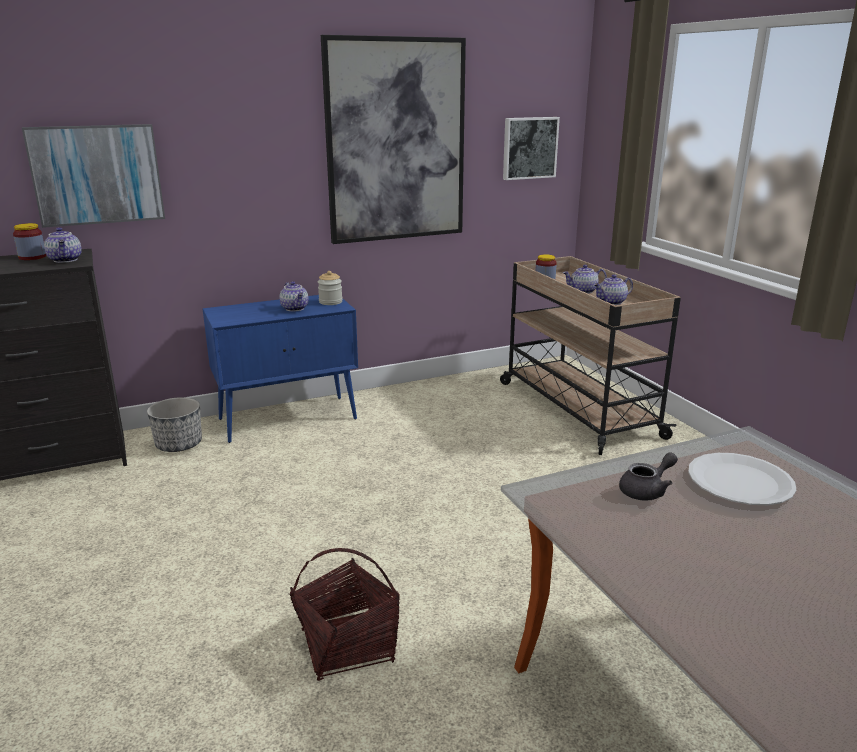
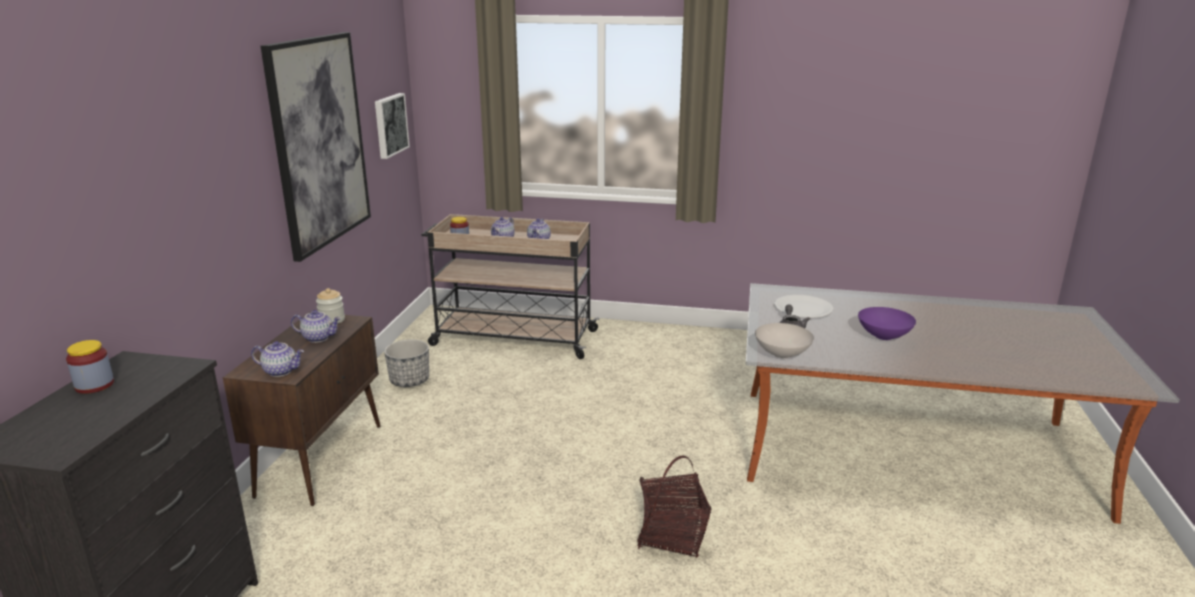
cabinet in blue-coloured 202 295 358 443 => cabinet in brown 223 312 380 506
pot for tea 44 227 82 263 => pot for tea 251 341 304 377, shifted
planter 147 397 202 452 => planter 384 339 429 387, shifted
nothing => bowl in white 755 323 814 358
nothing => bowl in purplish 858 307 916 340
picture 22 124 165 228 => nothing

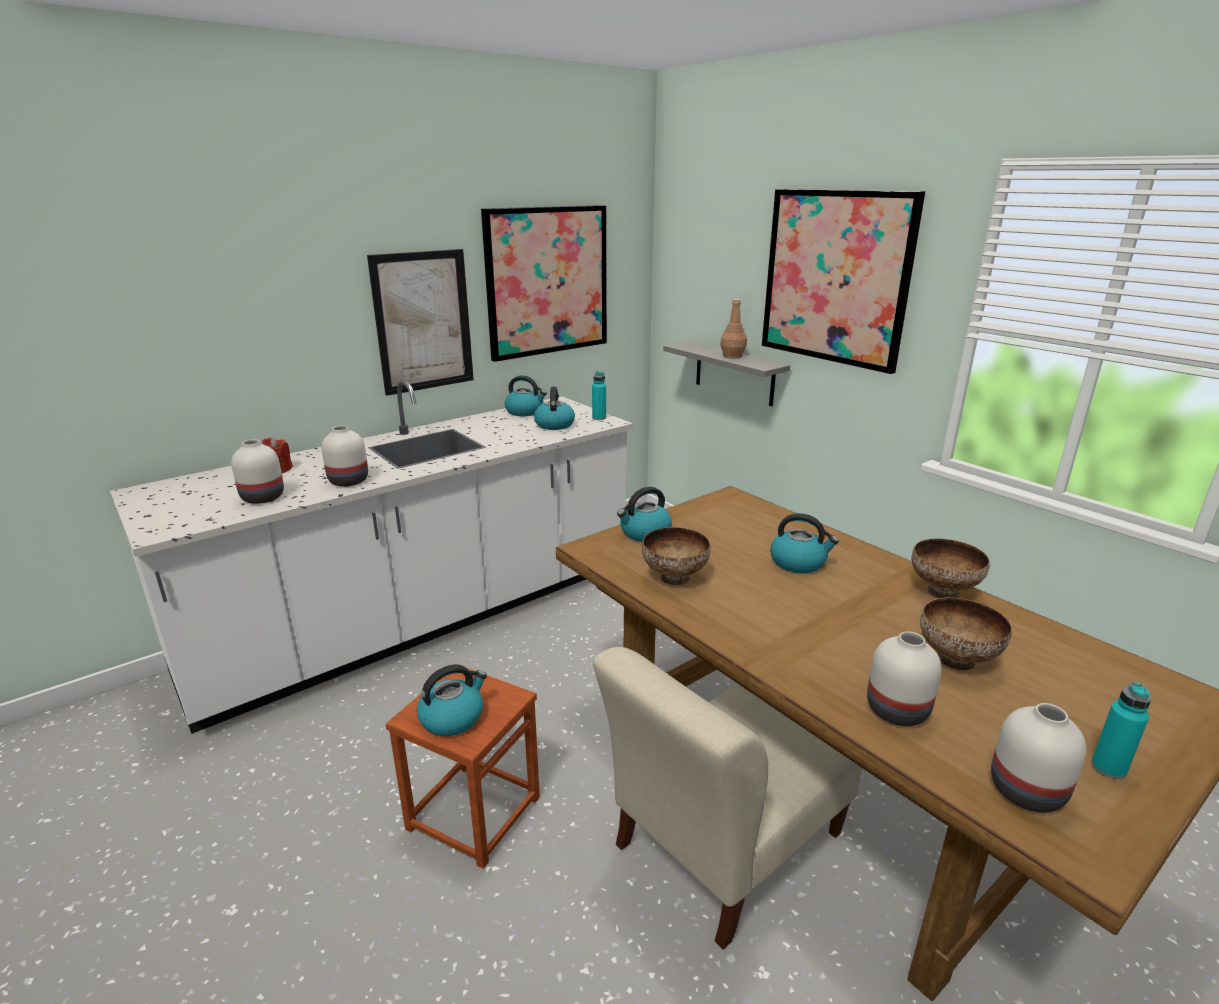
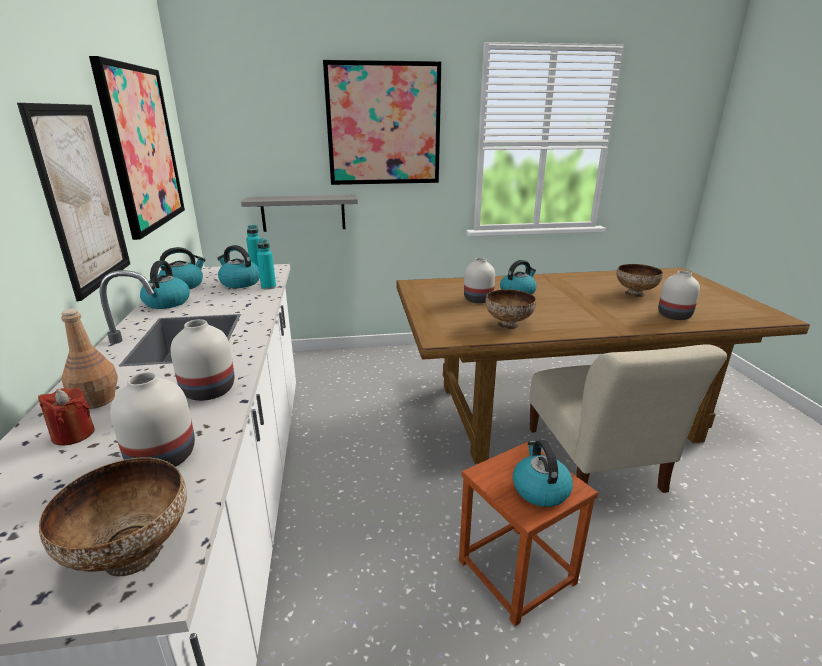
bowl 912 539 990 598 => bowl 39 457 187 577, shifted
bottle in brown 720 299 747 358 => bottle in brown 61 309 118 409, shifted
tea kettle 617 487 672 542 => tea kettle 140 261 190 309, shifted
bottle in turquoise-coloured 1091 682 1151 779 => bottle in turquoise-coloured 257 238 276 290, shifted
decorative vase in white 991 703 1086 813 => decorative vase in white 464 258 495 303, shifted

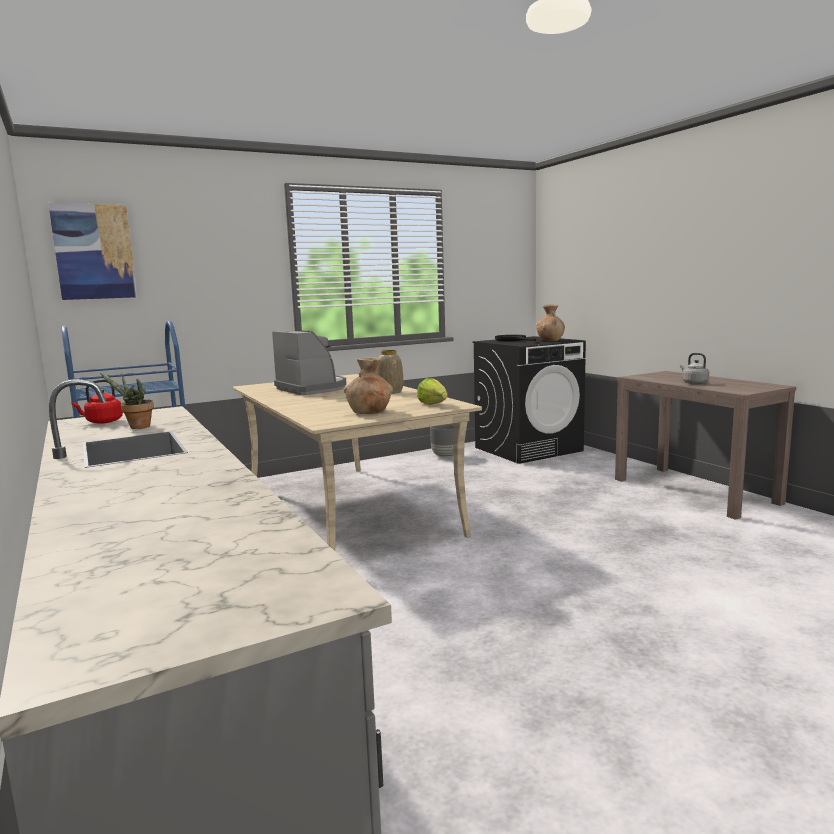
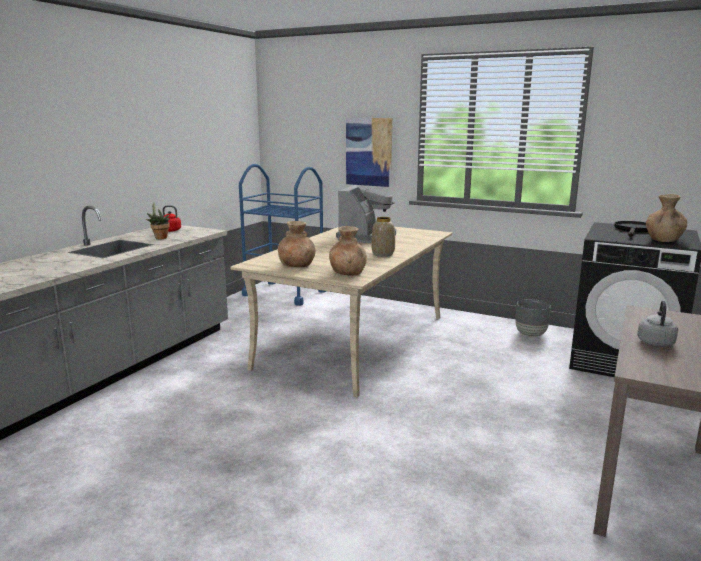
lettuce head 417 378 448 405 => decorative vase in brown 329 226 367 276
picture 48 203 137 300 => picture 346 118 392 187, shifted

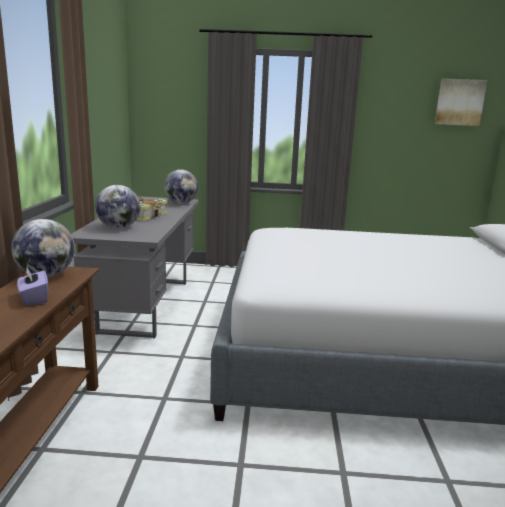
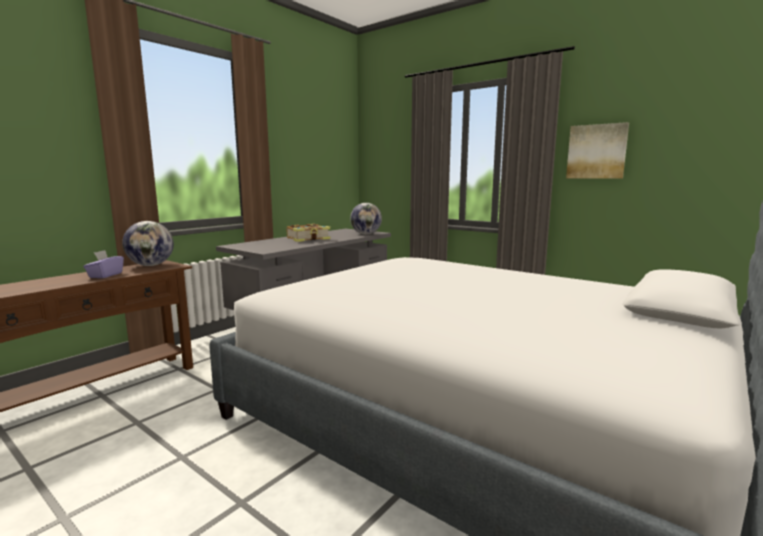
picture 435 78 488 126 => picture 566 122 629 179, shifted
globe 95 185 140 228 => nothing

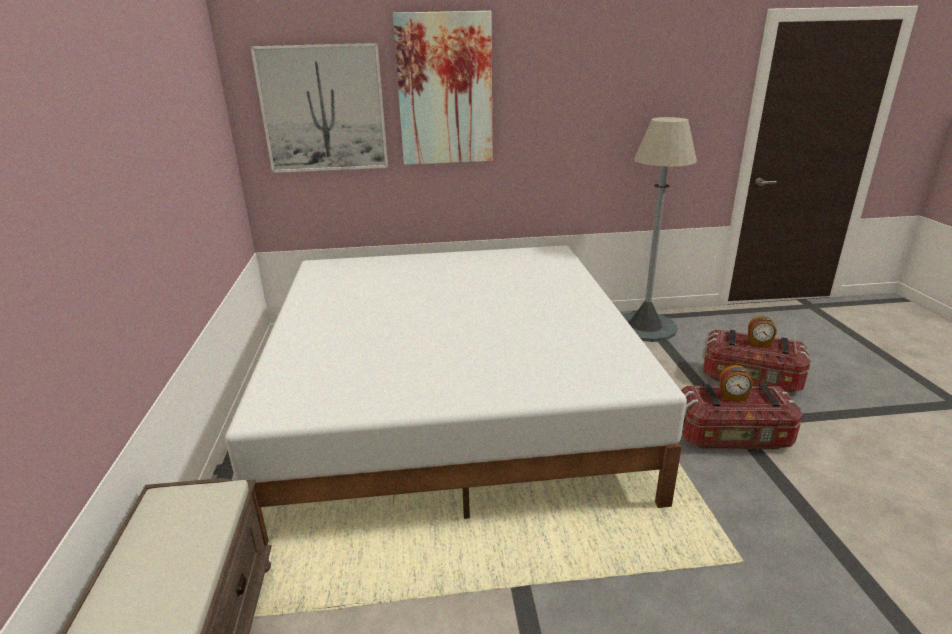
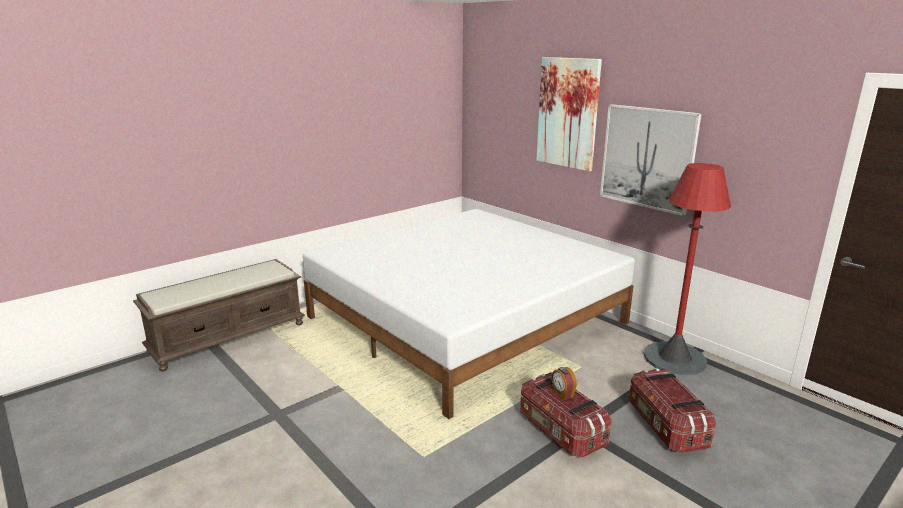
picture 250 43 388 173 => picture 600 104 702 216, shifted
standard lamp in greyish 623 117 697 342 => standard lamp in red-coloured 644 163 731 375
bedside clock 748 316 777 347 => nothing

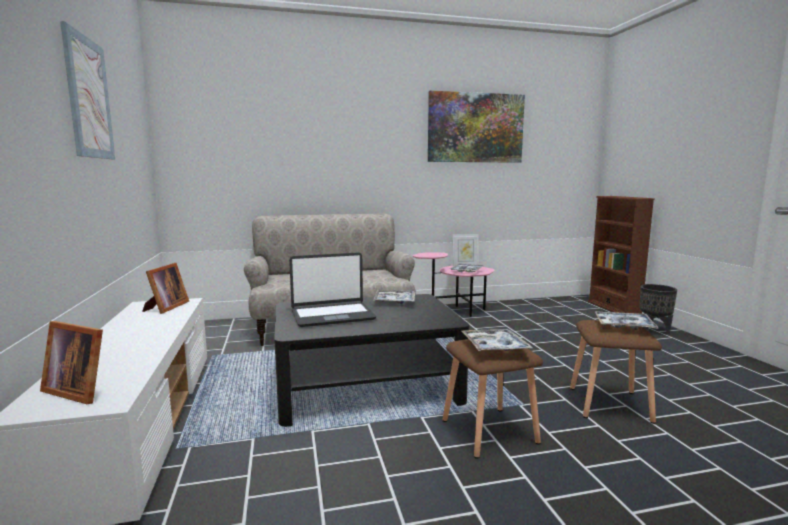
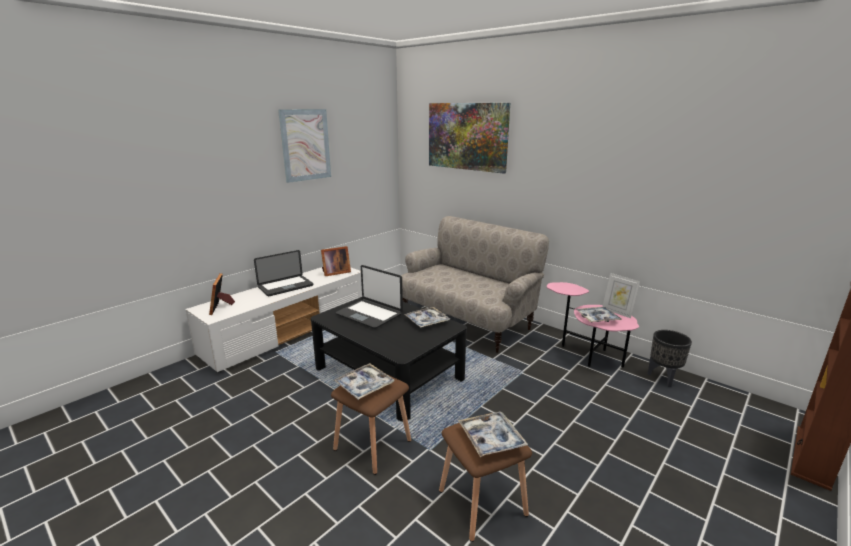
nothing => notebook computer 254 250 313 296
picture 428 91 525 163 => picture 429 103 510 174, shifted
planter in black 640 284 677 334 => planter in black 648 330 692 387, shifted

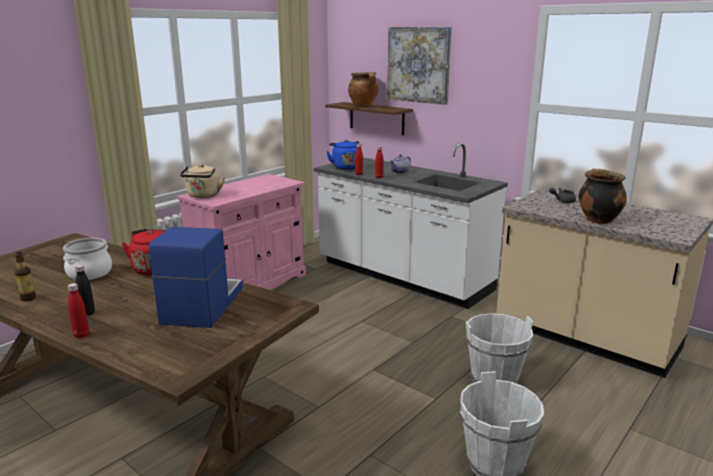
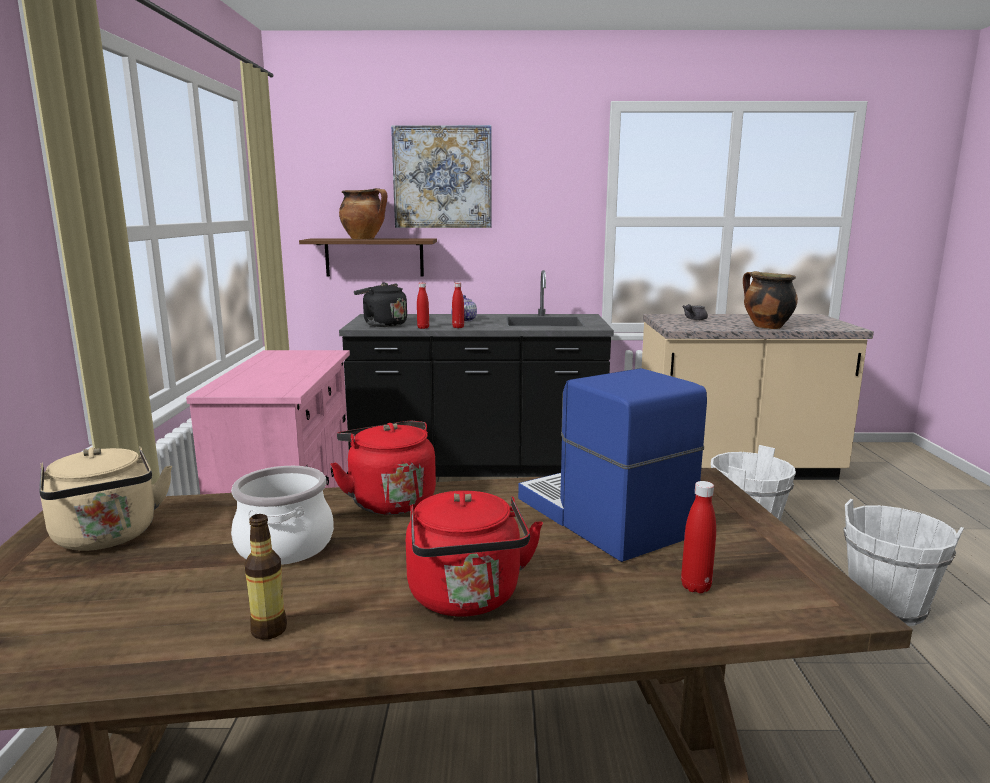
tea kettle in sand-coloured 180 164 225 198 => tea kettle in sand-coloured 39 446 172 551, shifted
kitchen counter in white 314 143 508 309 => kitchen counter in black 339 270 614 477
tea kettle in blue-coloured 326 140 359 170 => tea kettle in black 354 282 407 327
bottle in black 75 265 95 316 => tea kettle in red-coloured 406 490 543 617
bottle in red-coloured 68 283 89 338 => bottle in red-coloured 681 481 716 593, shifted

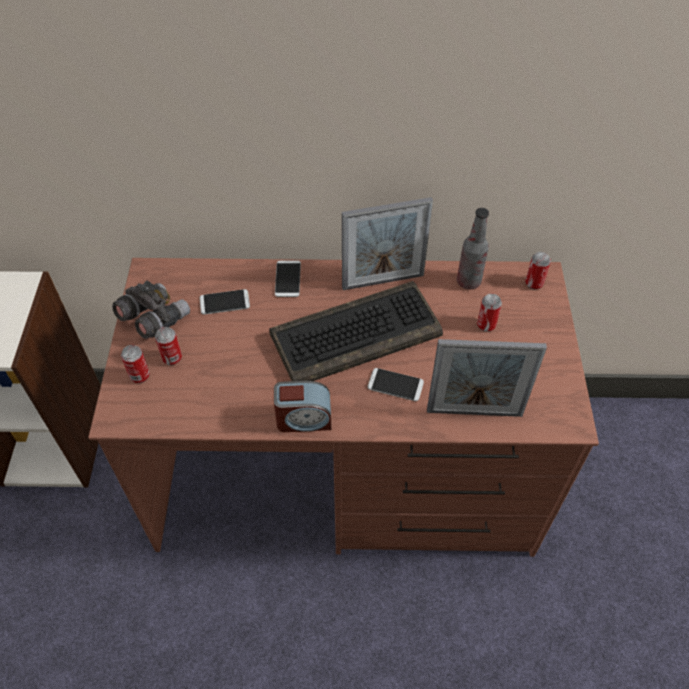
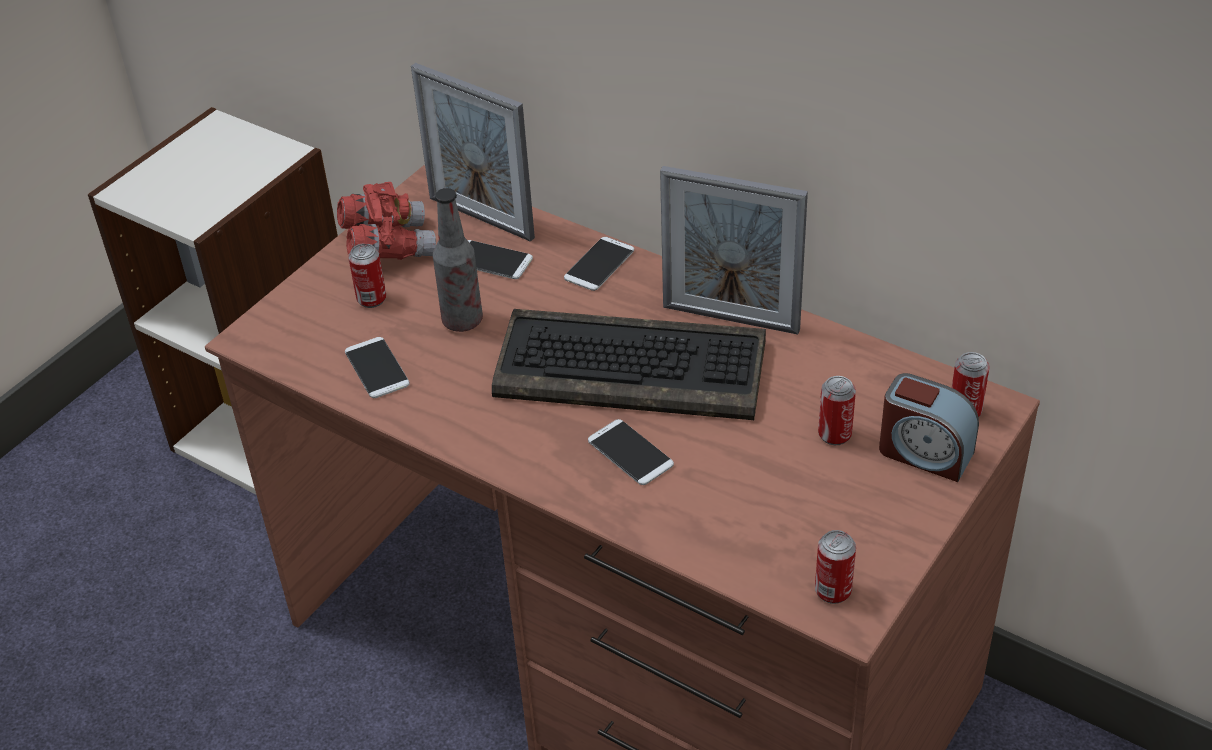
field glasses in greyish 112 280 190 339 => field glasses in red-coloured 337 182 436 260
nothing => telephone 345 337 409 398
picture frame 427 339 547 417 => picture frame 411 63 535 242, shifted
bottle 457 208 489 290 => bottle 433 188 483 332, shifted
can 121 345 150 383 => can 815 530 856 604, shifted
bedside clock 274 381 331 432 => bedside clock 879 373 979 482, shifted

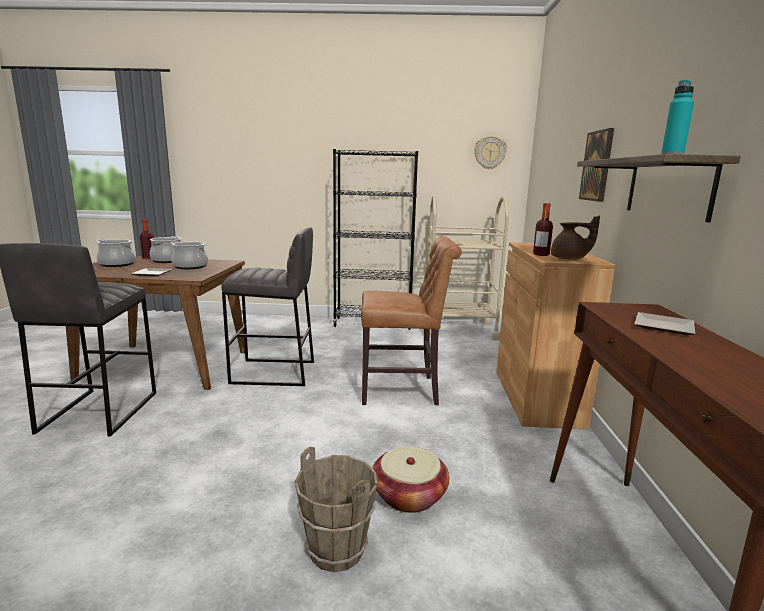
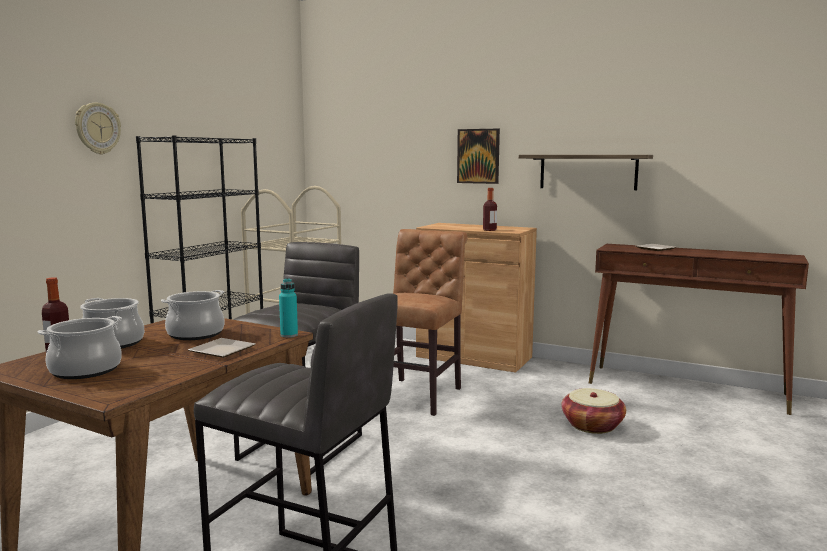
clock on the wall 474 136 507 169 => clock on the wall 75 103 121 155, shifted
bottle in turquoise-coloured 661 80 694 154 => bottle in turquoise-coloured 279 278 298 338, shifted
bucket in brown 295 447 378 572 => nothing
pot for tea in brown 551 215 600 260 => nothing

